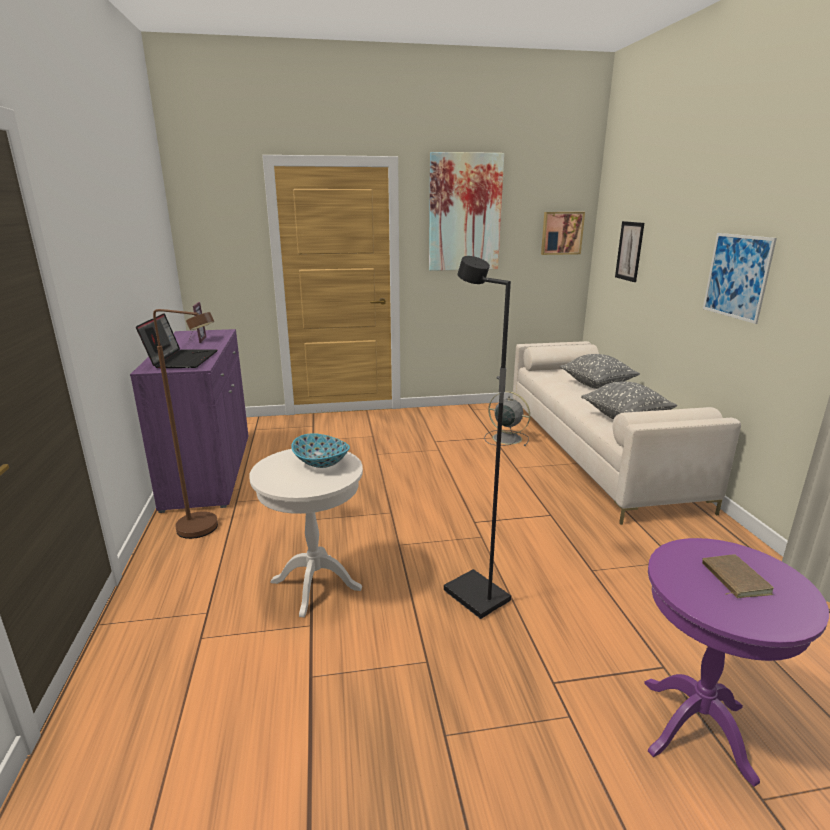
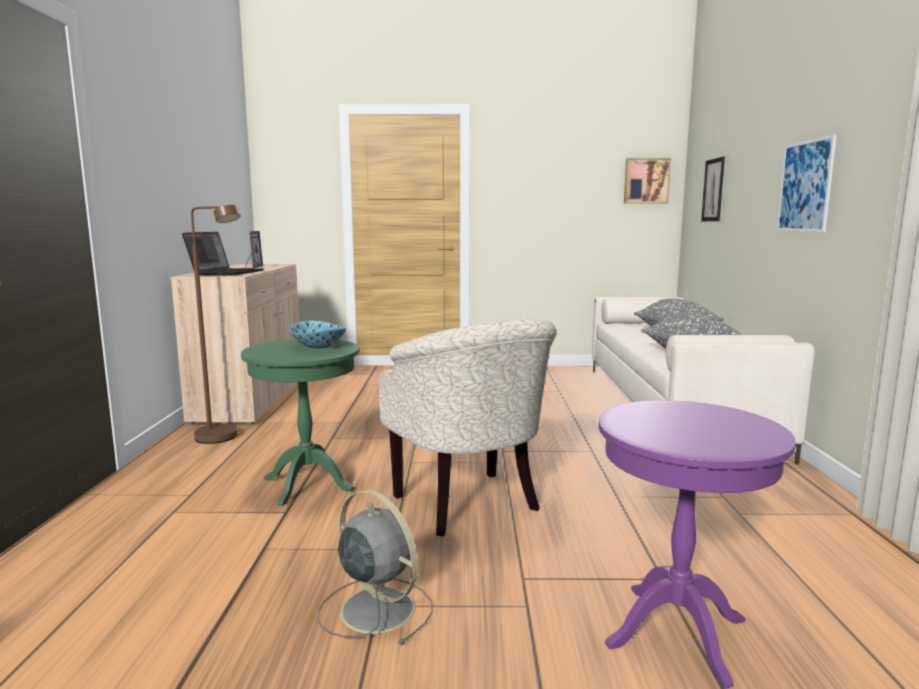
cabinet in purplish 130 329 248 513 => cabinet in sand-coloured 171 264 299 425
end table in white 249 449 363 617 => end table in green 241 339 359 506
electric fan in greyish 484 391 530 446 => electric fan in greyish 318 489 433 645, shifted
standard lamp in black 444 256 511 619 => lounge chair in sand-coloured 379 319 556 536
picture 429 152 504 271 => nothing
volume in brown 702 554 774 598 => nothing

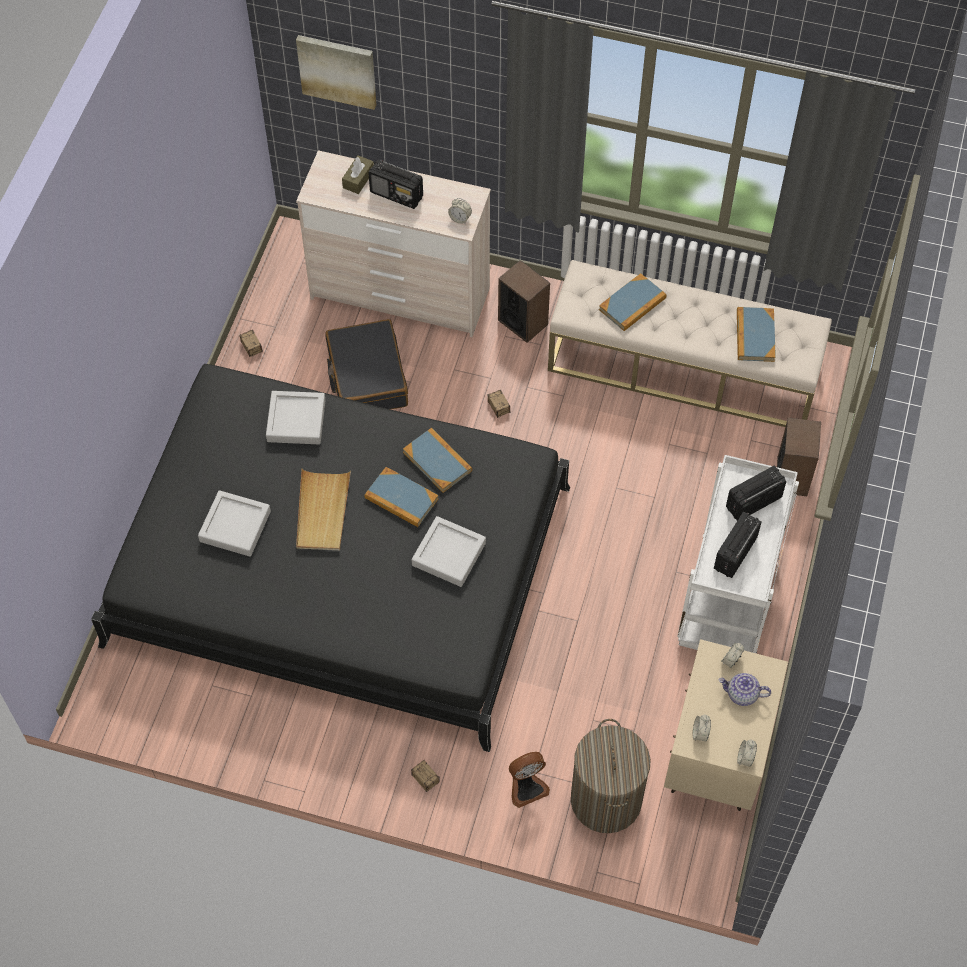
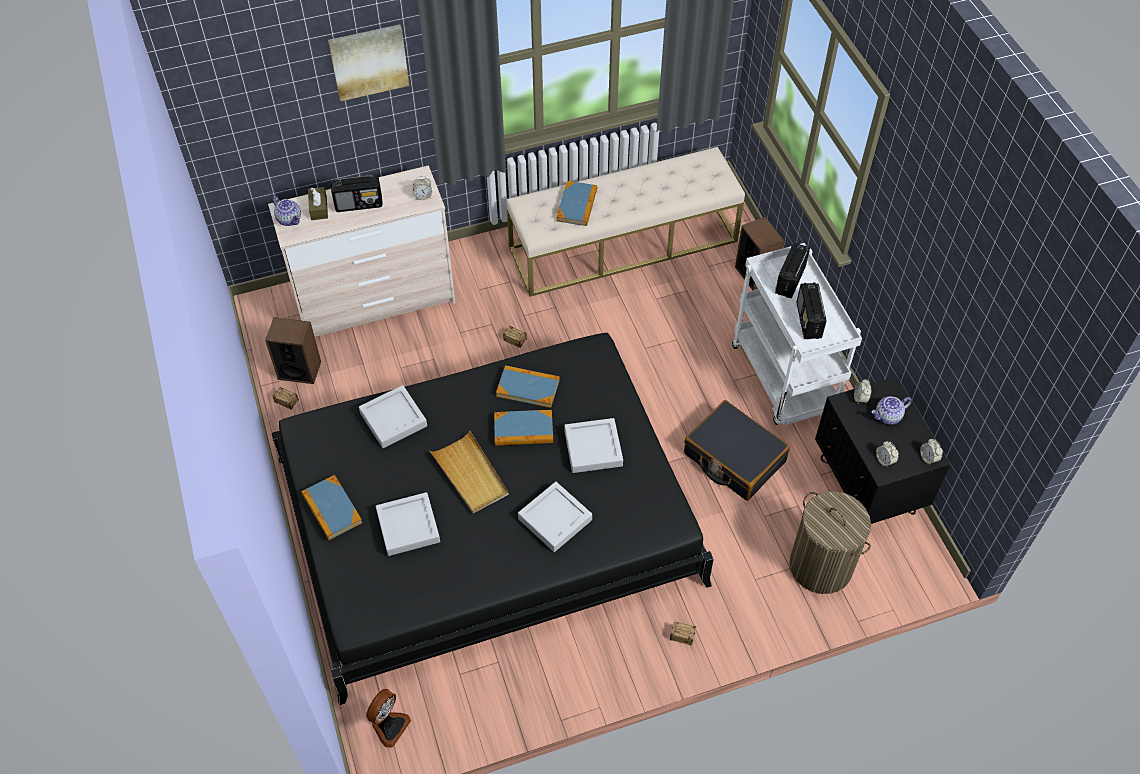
speaker 498 260 550 343 => speaker 265 317 321 384, shifted
nothing => pot for tea 272 196 301 226
volume 737 307 776 362 => volume 301 475 362 540, shifted
picture 296 35 377 110 => picture 328 24 409 101, shifted
electric fan 509 752 550 808 => electric fan 366 689 411 748, shifted
nothing => carrying tray in greyish 518 482 592 552
suitcase in black 325 319 408 409 => suitcase in black 684 400 790 501, shifted
night table in sand-coloured 664 639 788 811 => night table in black 815 377 951 524

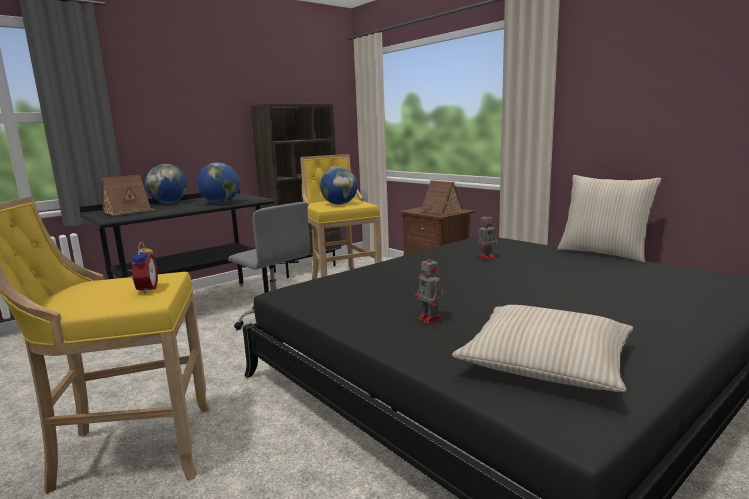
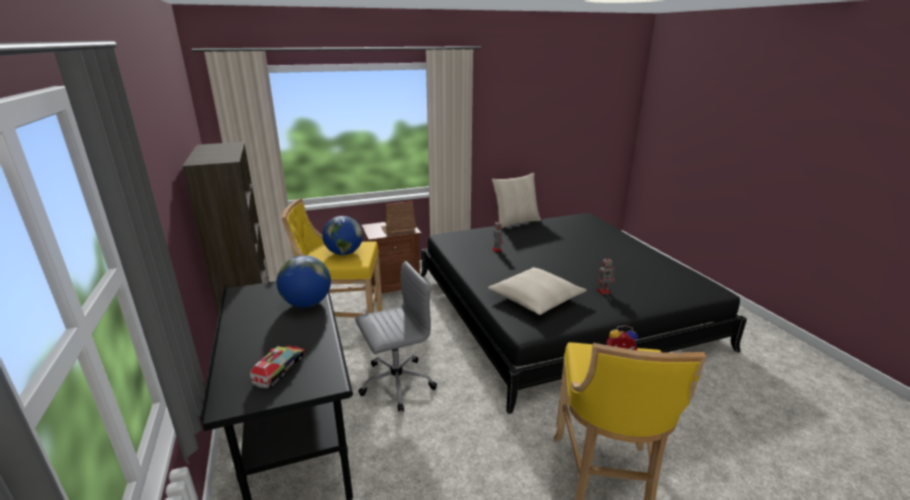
model house 101 174 157 216 => toy lorry 250 345 305 388
pillow in sand-coloured 452 305 633 392 => pillow in sand-coloured 488 267 587 315, shifted
globe 145 164 188 203 => nothing

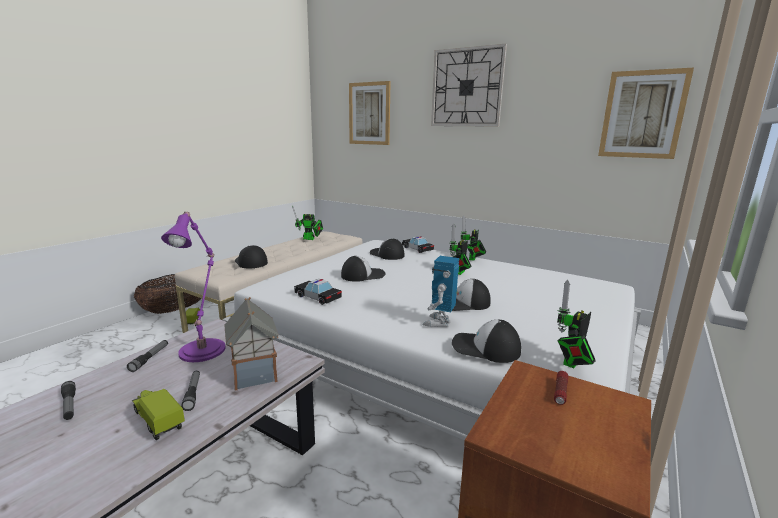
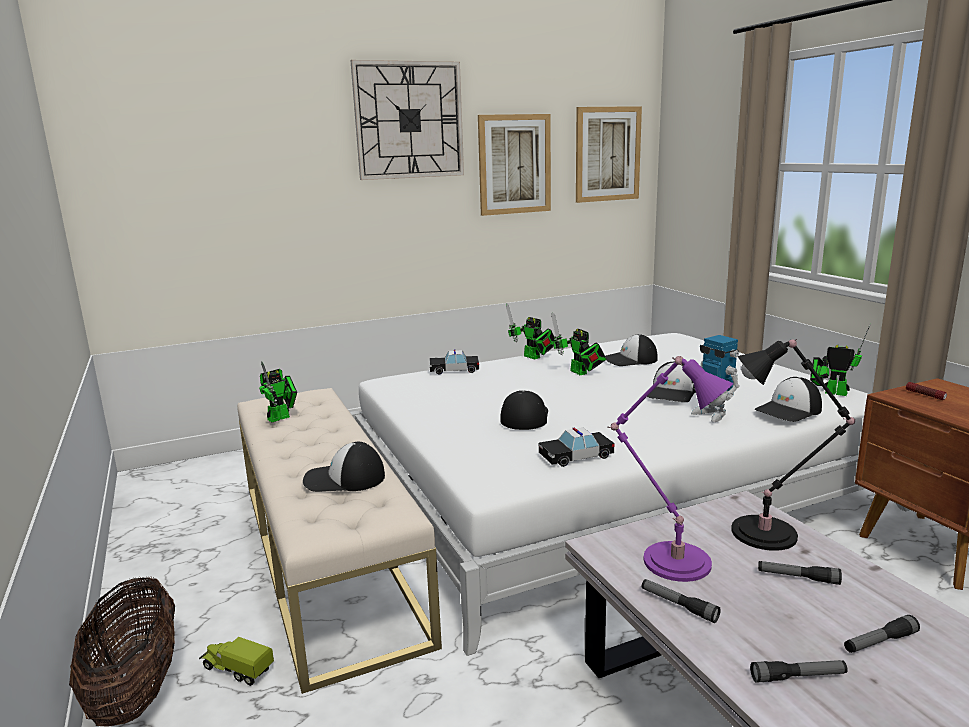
picture 349 81 391 145 => picture 478 114 551 216, shifted
peaked cap 370 238 404 260 => peaked cap 605 334 658 366, shifted
model house 224 297 279 391 => lamp for a table in black 731 339 856 551
robot figure 557 280 596 368 => robot figure 810 324 871 396, 135 degrees clockwise
nothing => torch 844 615 920 653
toy lorry 132 389 185 440 => nothing

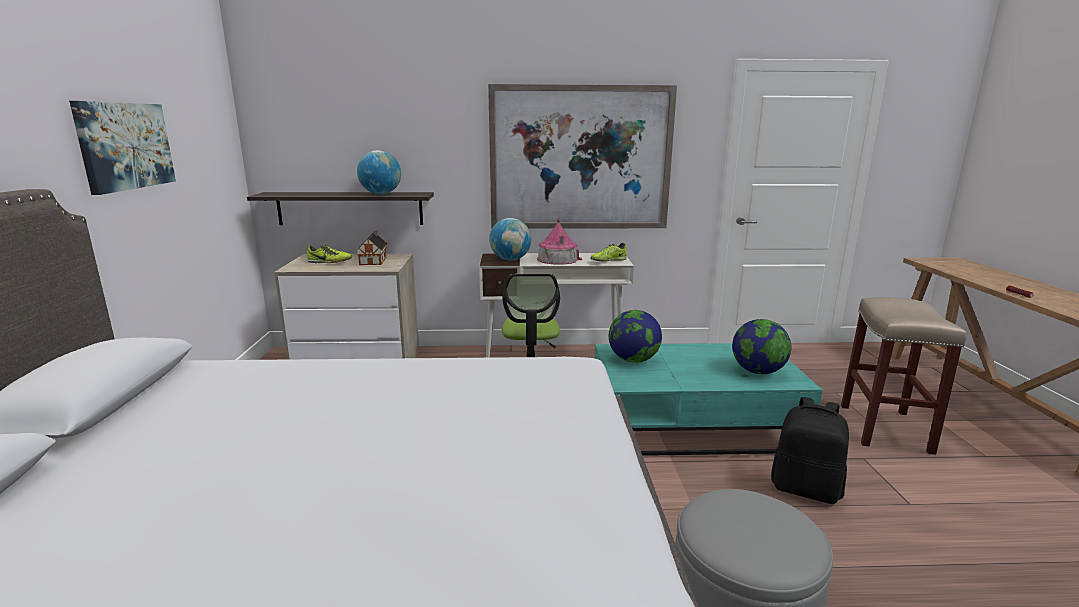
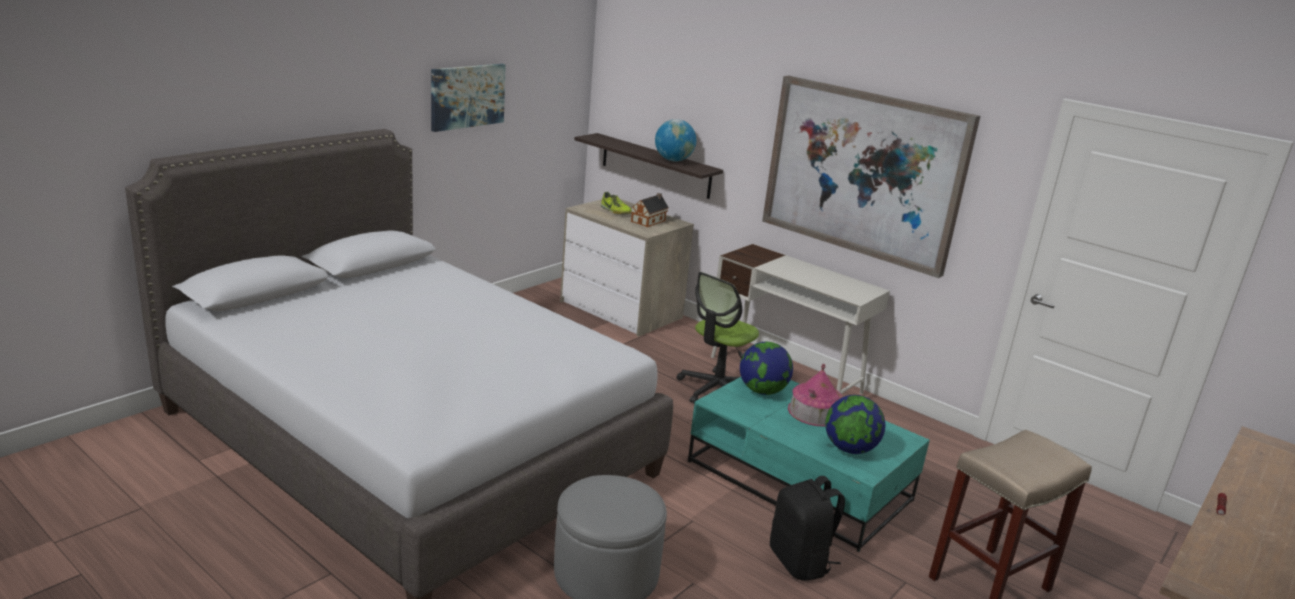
model house 537 218 582 265 => model house 788 364 843 426, shifted
globe 489 218 531 261 => nothing
shoe 590 243 627 262 => nothing

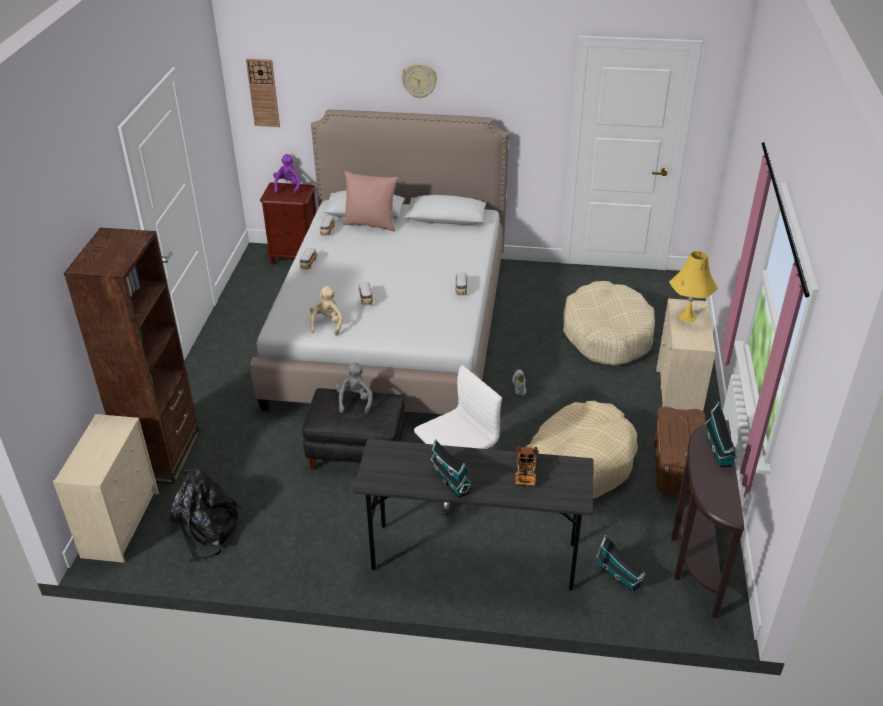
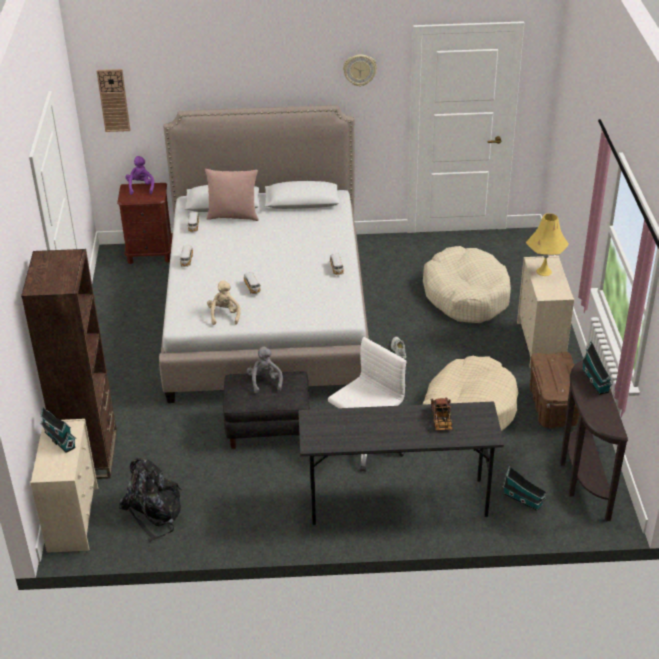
model house 431 439 472 498 => model house 40 407 76 453, shifted
clock on the wall 401 63 437 99 => clock on the wall 343 54 377 87, shifted

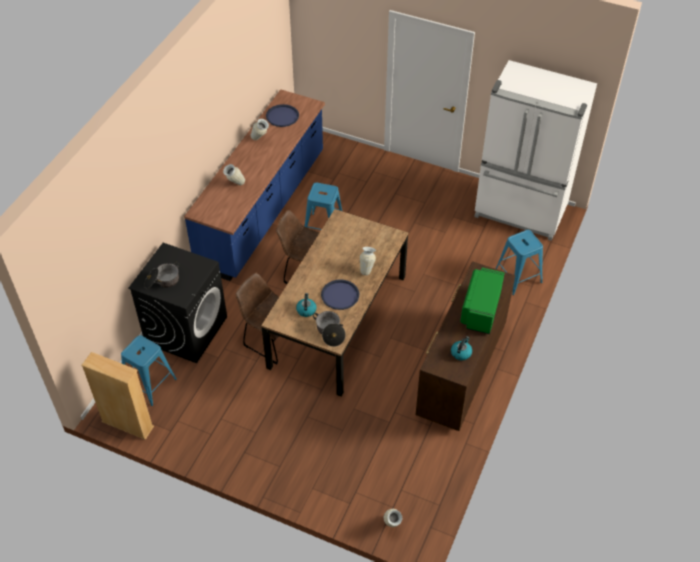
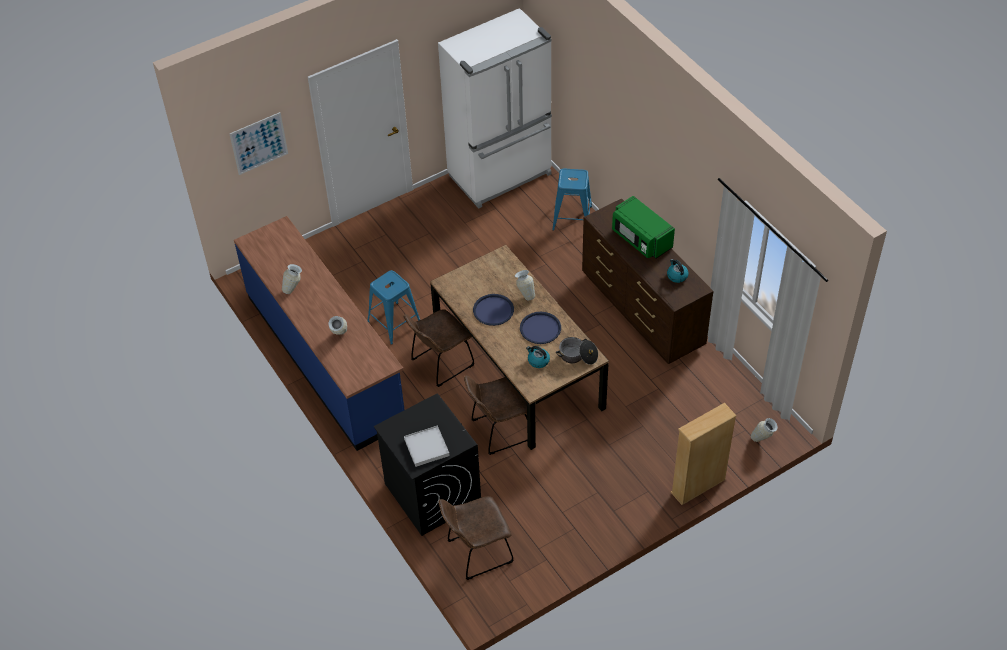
nothing => picture 230 112 288 175
saucepot 144 261 179 289 => carrying tray in white 404 426 450 467
stool in blue-coloured 121 335 177 406 => upright chair in brown 438 496 514 580
carrying tray in blue-coloured 266 104 299 127 => carrying tray in blue-coloured 473 294 514 326, shifted
bookcase in sand-coloured 81 352 154 440 => bookcase in sand-coloured 671 403 737 505, shifted

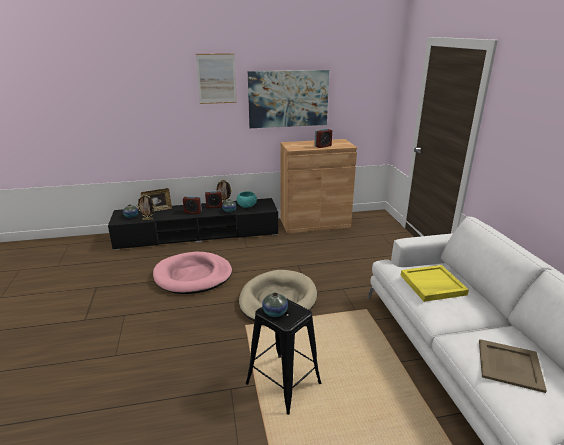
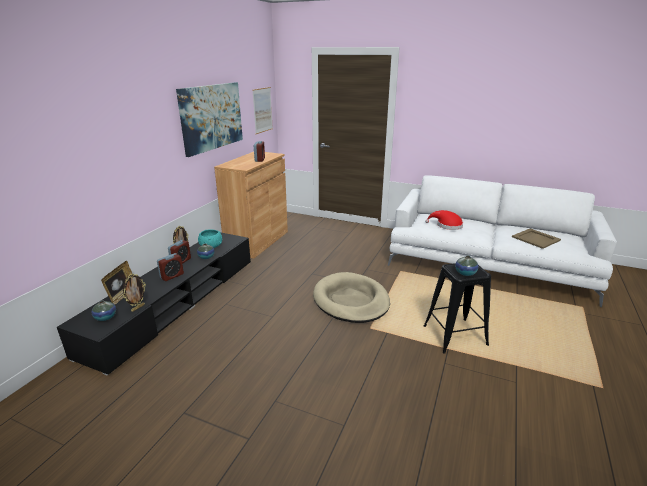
picture 196 53 237 104 => picture 252 87 273 134, shifted
carrying tray in yellowish 400 265 469 302 => clothing hat in red-coloured 425 210 463 230
dog bed in pinkish 153 252 232 294 => nothing

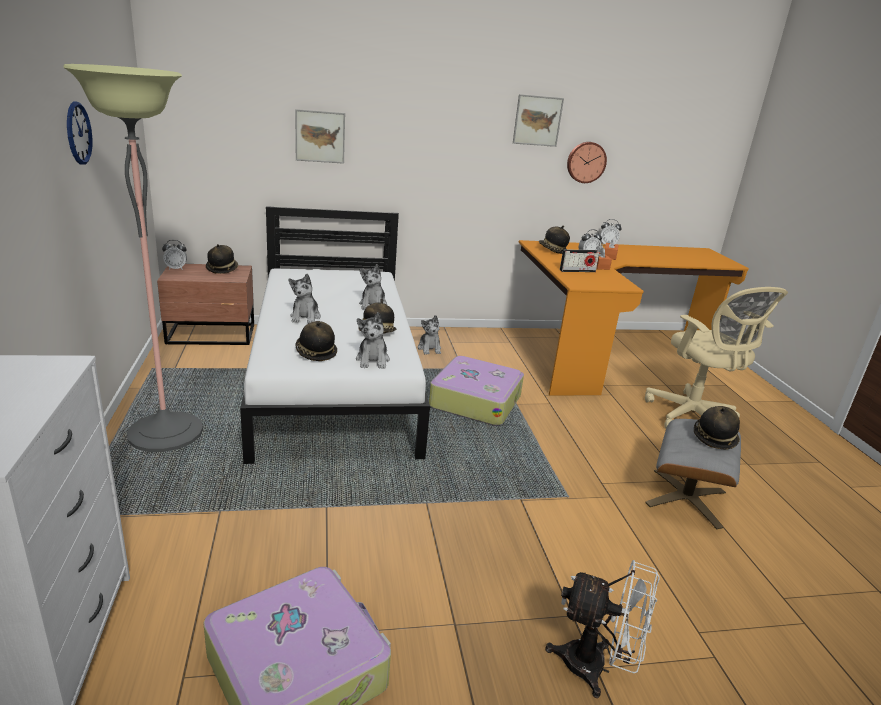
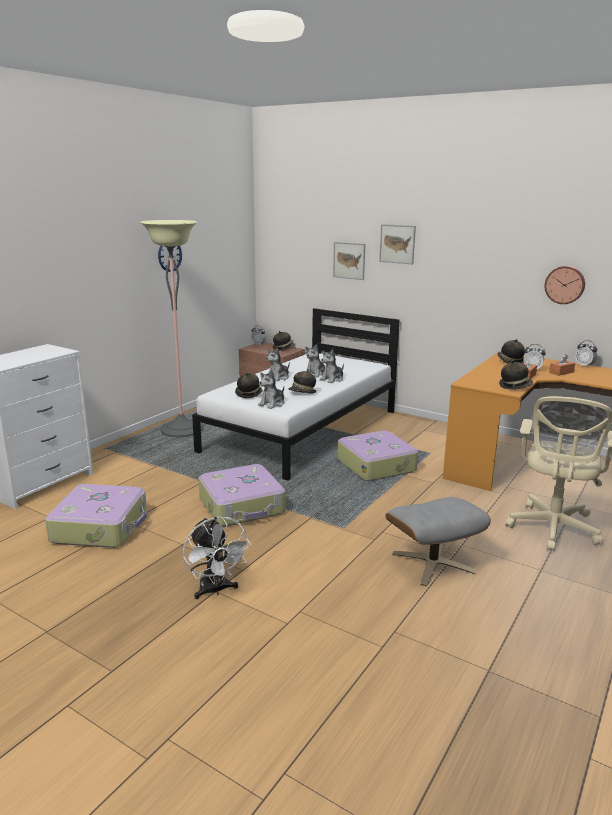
nothing => suitcase 198 464 286 527
soft toy 418 315 441 355 => soft toy 305 344 325 378, shifted
picture 513 94 564 147 => picture 379 224 416 265, shifted
clothing hat 694 406 740 449 => clothing hat 499 360 533 390, shifted
radio 560 249 600 272 => nothing

